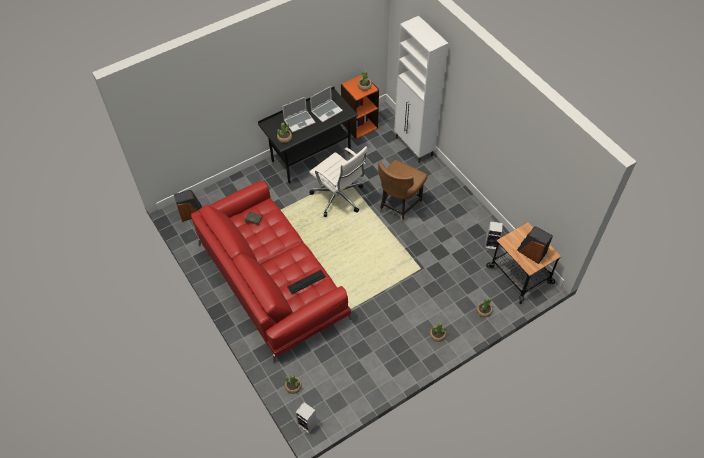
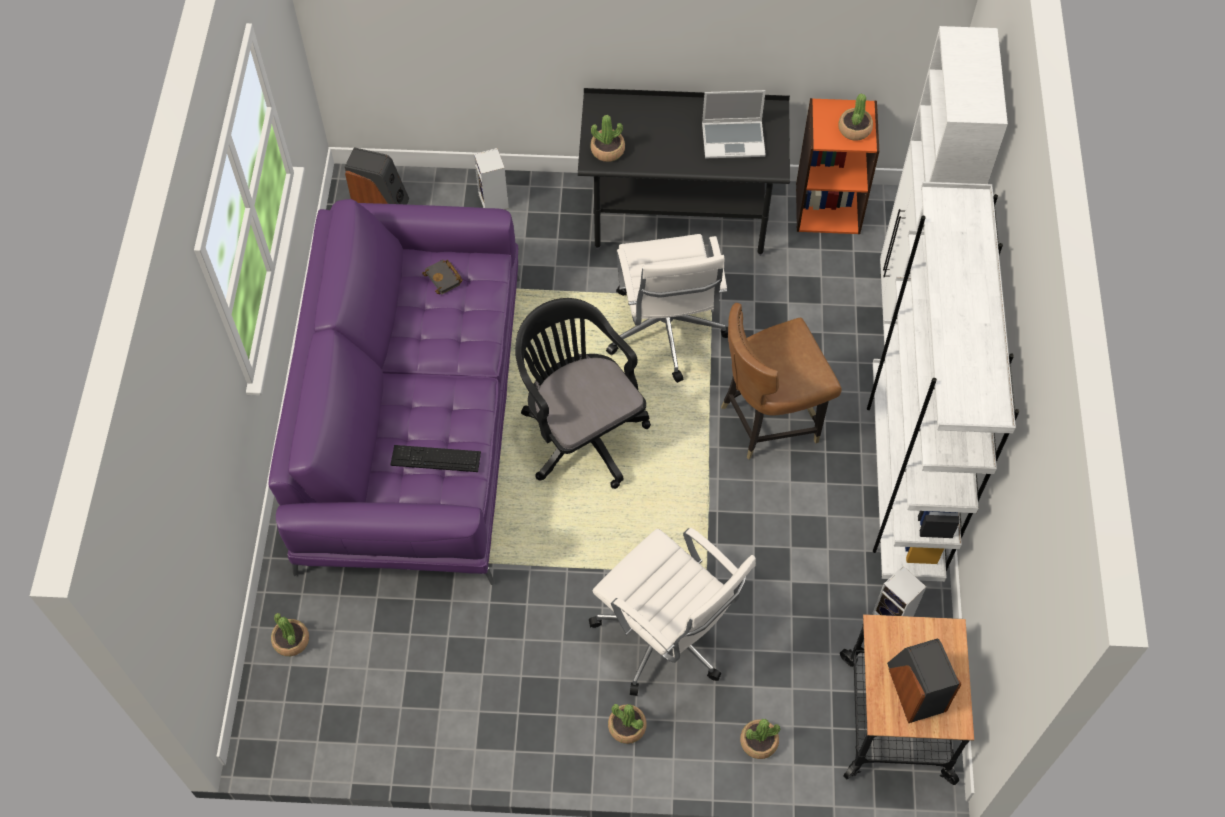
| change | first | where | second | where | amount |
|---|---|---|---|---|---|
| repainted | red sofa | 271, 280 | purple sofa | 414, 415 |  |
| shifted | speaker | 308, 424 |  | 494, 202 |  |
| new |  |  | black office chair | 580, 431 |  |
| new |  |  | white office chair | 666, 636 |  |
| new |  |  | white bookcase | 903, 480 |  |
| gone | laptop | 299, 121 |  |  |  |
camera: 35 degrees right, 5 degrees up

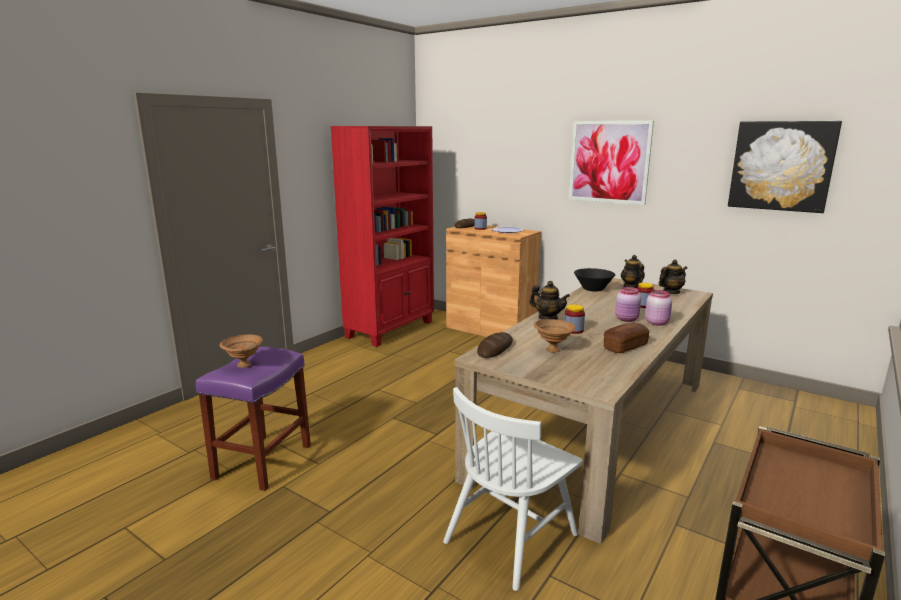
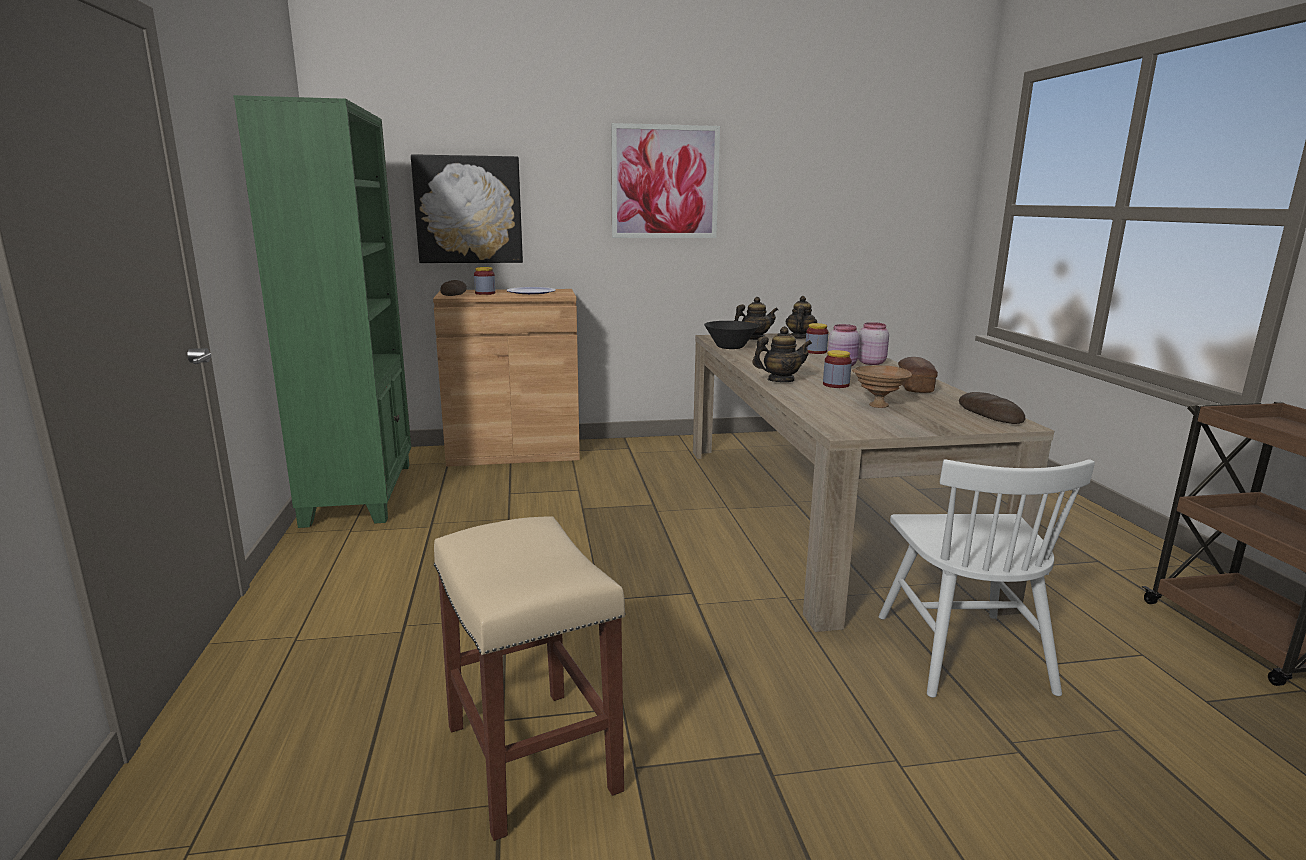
| change | first | where | second | where | amount |
|---|---|---|---|---|---|
| repainted | red bookcase | 391, 329 | green bookcase | 361, 493 |  |
| shifted | picture | 781, 166 |  | 468, 210 |  |
| repainted | purple stool | 263, 461 | beige stool | 529, 756 |  |
| rotated | teapot | 631, 286 |  | 754, 339 | 135 degrees clockwise |
| shifted | bread | 495, 349 |  | 989, 414 |  |
| gone | brown bowl | 244, 365 |  |  |  |
camera: 45 degrees left, 0 degrees up

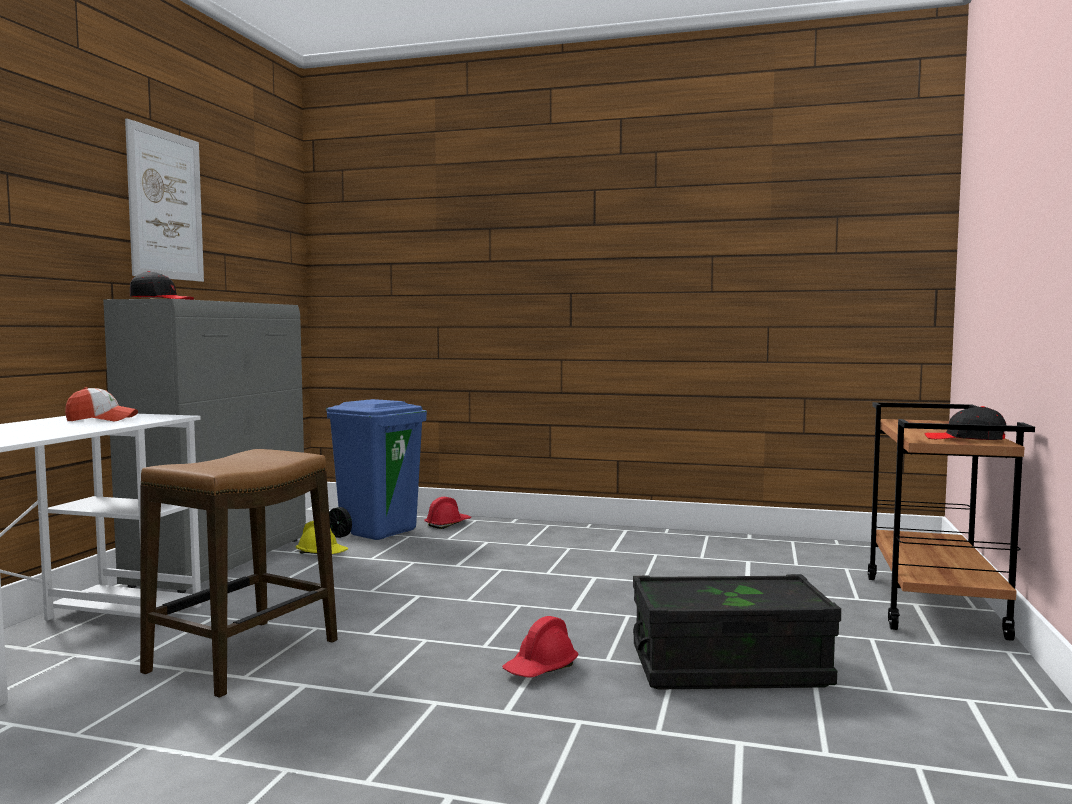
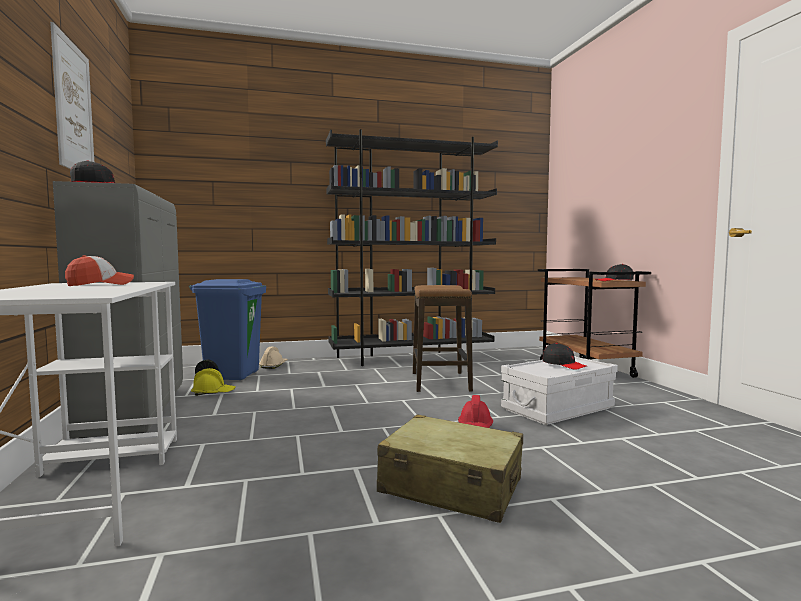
| change | first | where | second | where | amount |
|---|---|---|---|---|---|
| repainted | red hard hat | 447, 524 | beige hard hat | 273, 365 |  |
| new |  |  | black bookcase | 411, 358 |  |
| new |  |  | beige suitcase | 451, 486 |  |
| shifted | stool | 243, 657 |  | 440, 382 |  |
| repainted | black storage box | 729, 667 | white storage box | 558, 408 |  |
| new |  |  | black cap | 563, 364 |  |
camera: 30 degrees left, 0 degrees up

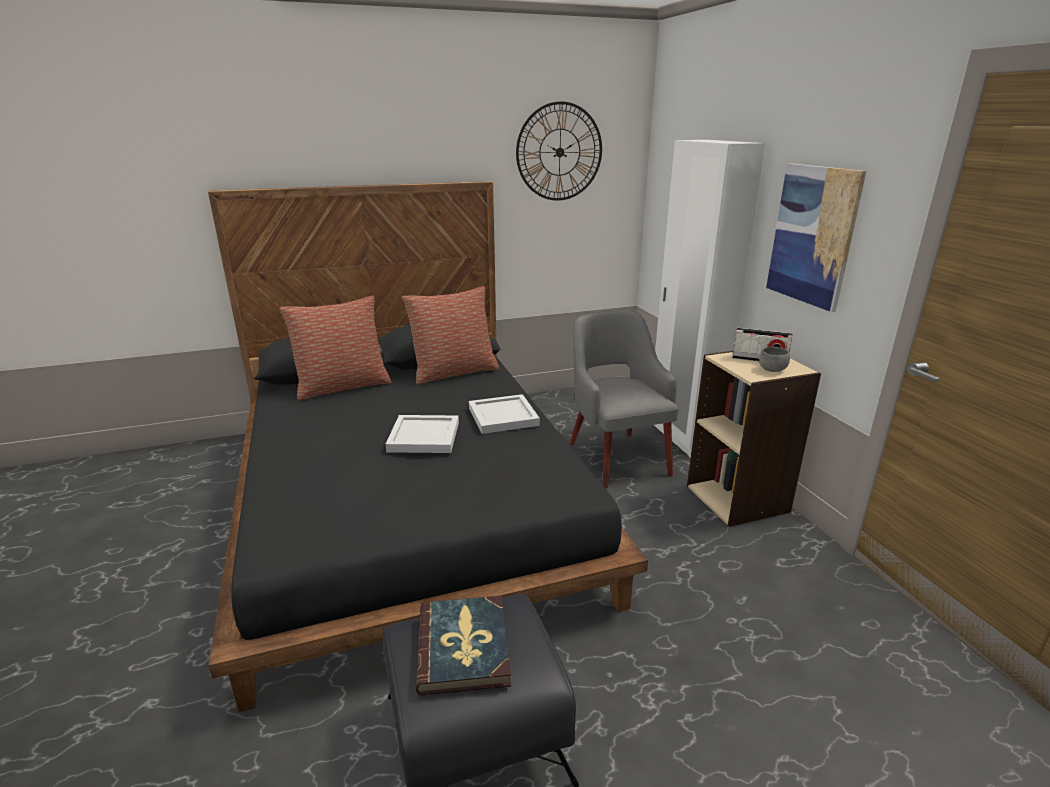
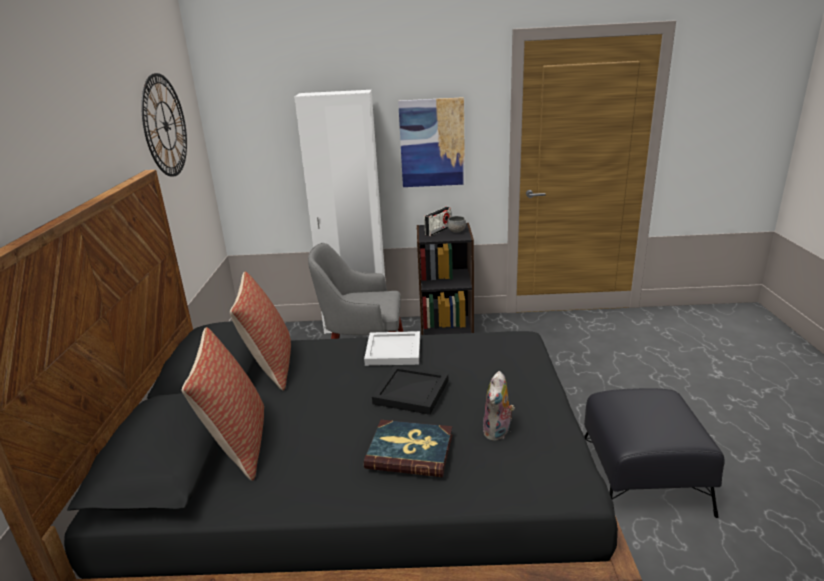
| change | first | where | second | where | amount |
|---|---|---|---|---|---|
| shifted | book | 464, 647 |  | 410, 451 |  |
| repainted | white tray | 423, 436 | black tray | 410, 392 |  |
| repainted | beige bookcase | 738, 498 | black bookcase | 446, 328 |  |
| new |  |  | plush toy | 498, 433 |  |
camera: 70 degrees left, 0 degrees up

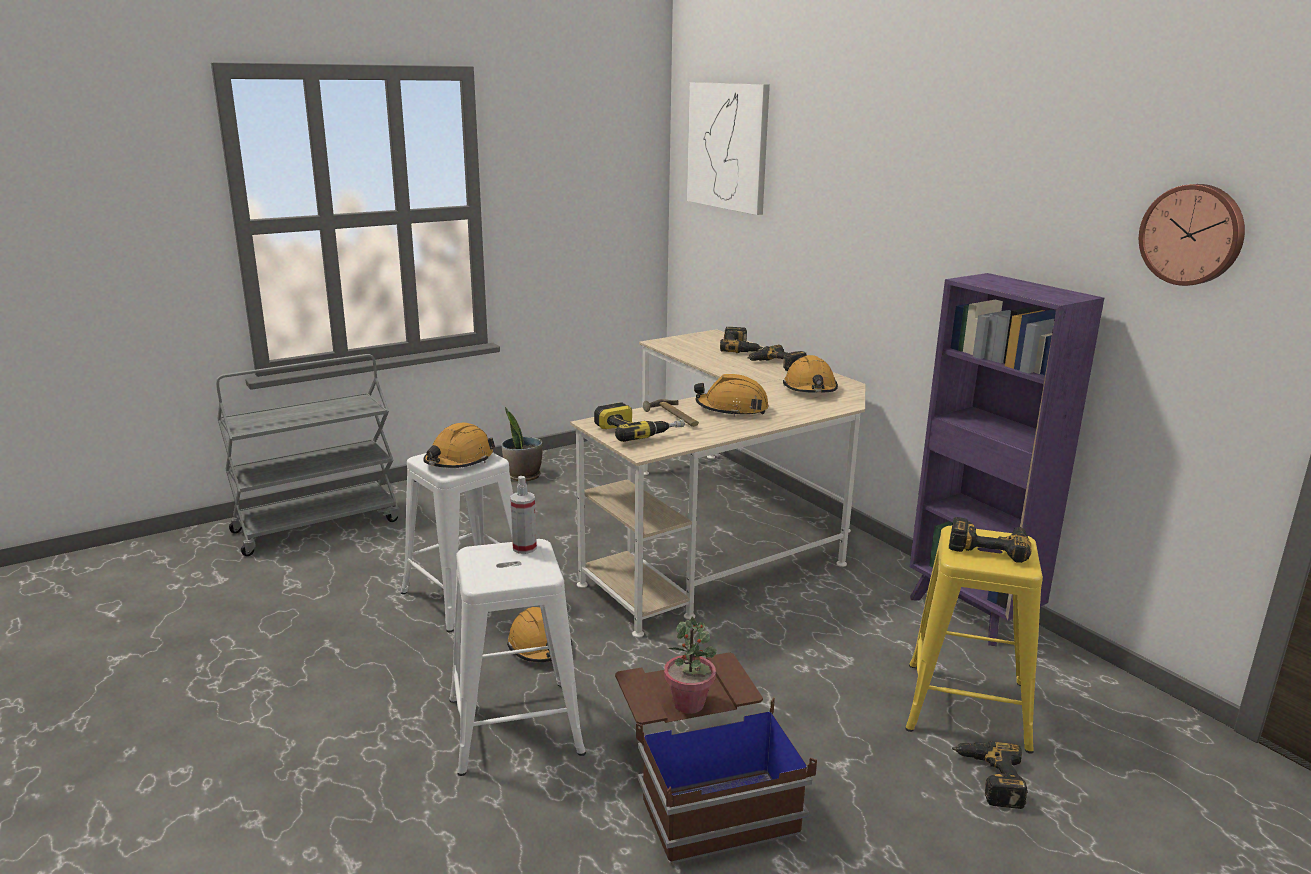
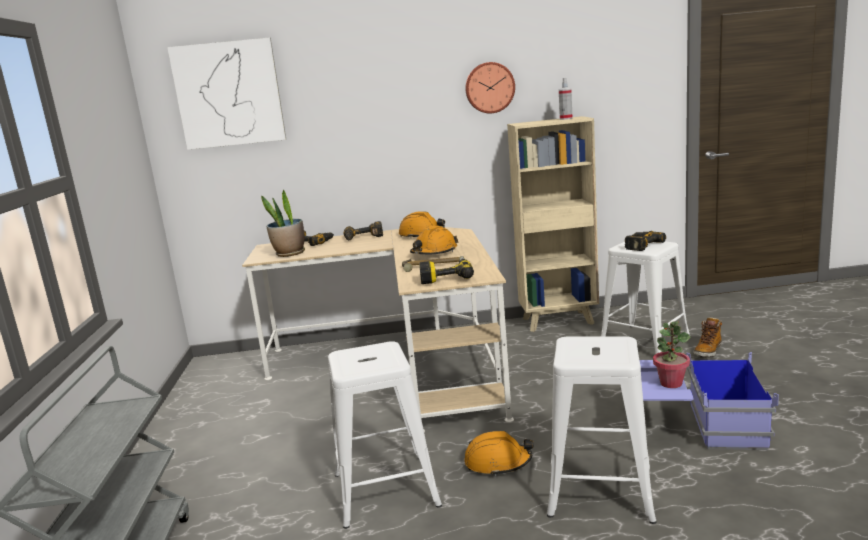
| change | first | where | second | where | amount |
|---|---|---|---|---|---|
| shifted | potted plant | 523, 476 |  | 289, 254 |  |
| shifted | wall clock | 1193, 234 |  | 489, 87 |  |
| repainted | purple bookcase | 972, 614 | beige bookcase | 559, 321 |  |
| shifted | spray bottle | 524, 548 |  | 566, 119 |  |
| repainted | yellow stool | 966, 705 | white stool | 644, 341 |  |
| repainted | brown storage box | 703, 783 | blue storage box | 692, 426 |  |
| swapped | power drill | 988, 779 | boot | 708, 351 |  |
| gone | orange hard hat | 459, 460 |  |  |  |
camera: 60 degrees left, 5 degrees down

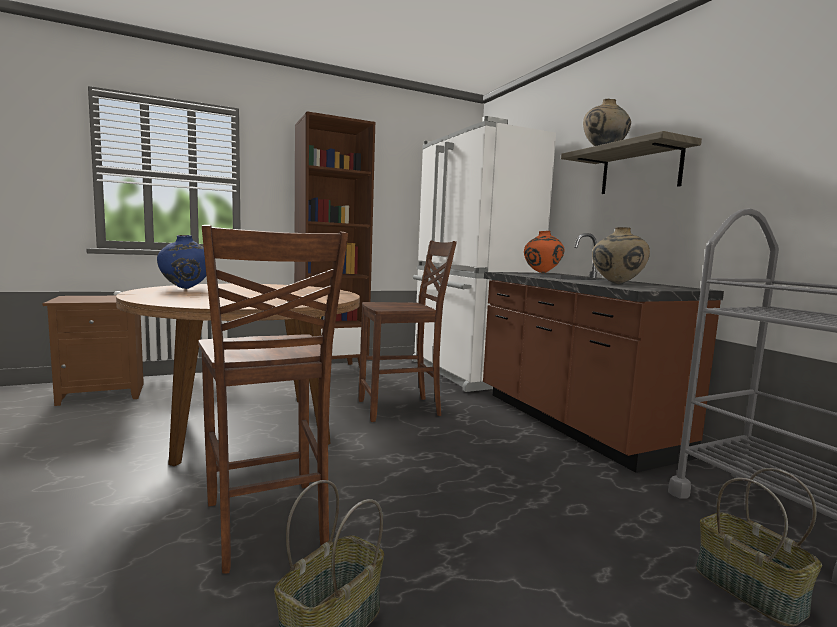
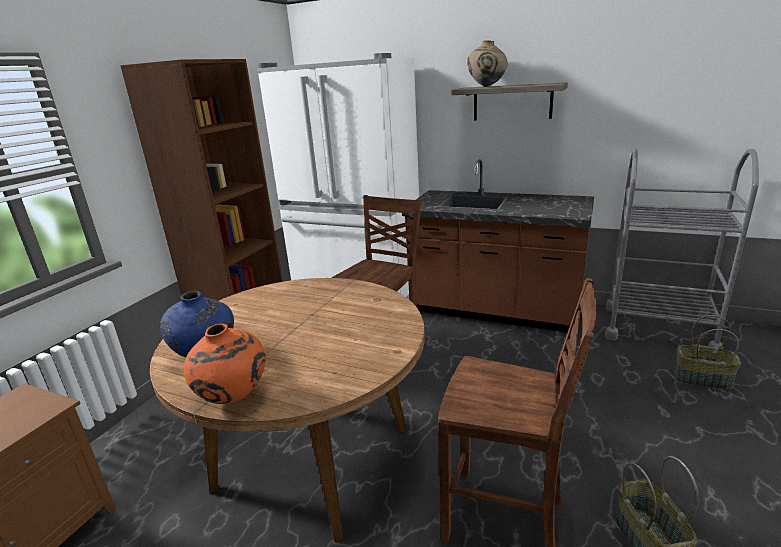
| change | first | where | second | where | amount |
|---|---|---|---|---|---|
| shifted | orange vase | 542, 273 |  | 234, 399 |  |
| gone | beige vase | 616, 284 |  |  |  |
camera: 40 degrees left, 15 degrees up

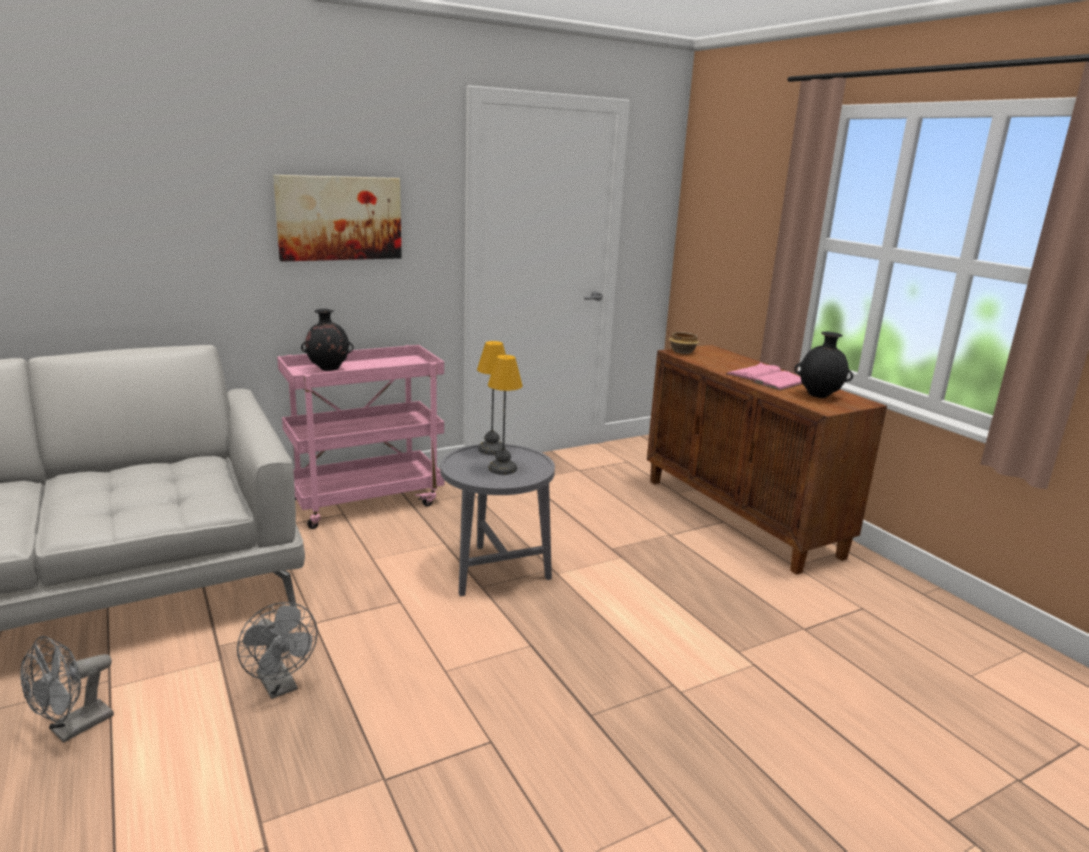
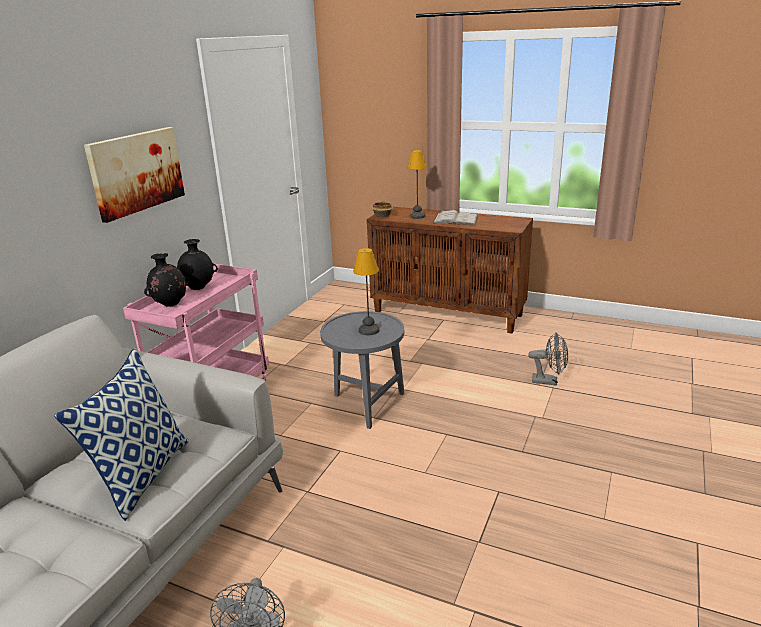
| change | first | where | second | where | amount |
|---|---|---|---|---|---|
| new |  |  | pillow | 142, 475 |  |
| shifted | black vase | 819, 396 |  | 198, 287 |  |
| shifted | table lamp | 491, 449 |  | 417, 216 |  |
| repainted | pink book | 766, 378 | white book | 455, 219 |  |
| shifted | grey fan | 280, 686 |  | 549, 381 |  |
camera: 35 degrees left, 5 degrees up

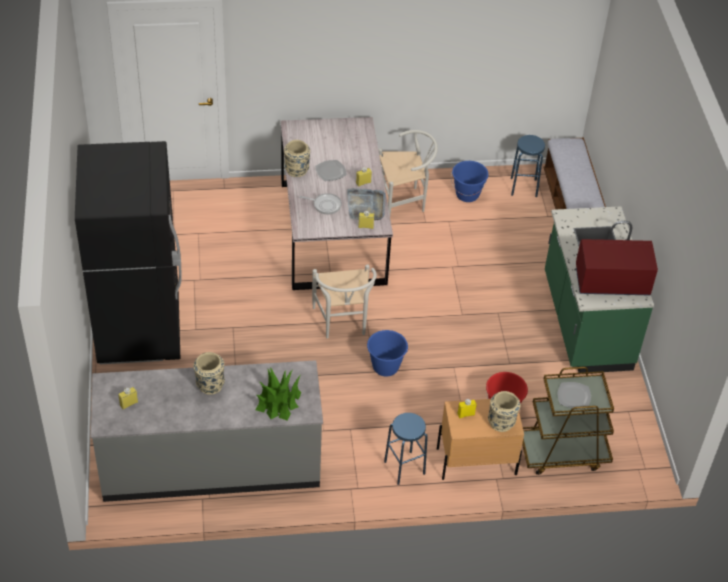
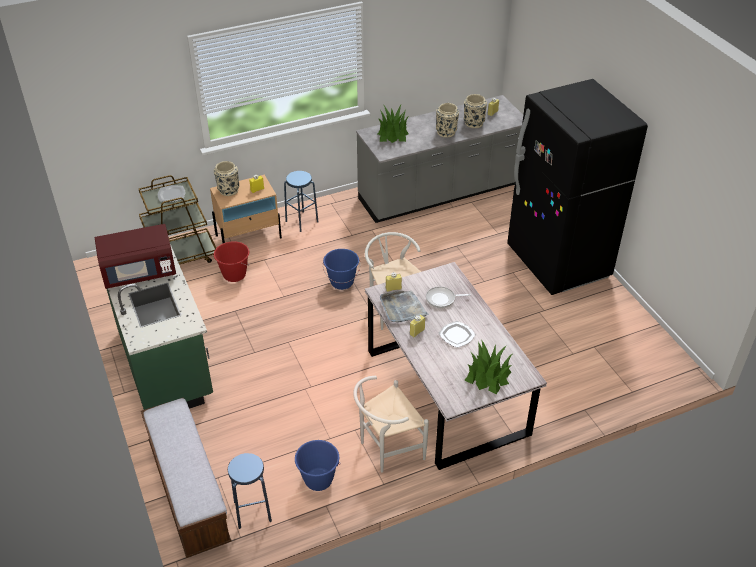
| change | first | where | second | where | amount |
|---|---|---|---|---|---|
| shifted | beige vase | 297, 170 |  | 473, 123 |  |
| new |  |  | potted plant | 488, 376 |  |
camera: 165 degrees right, 5 degrees down

